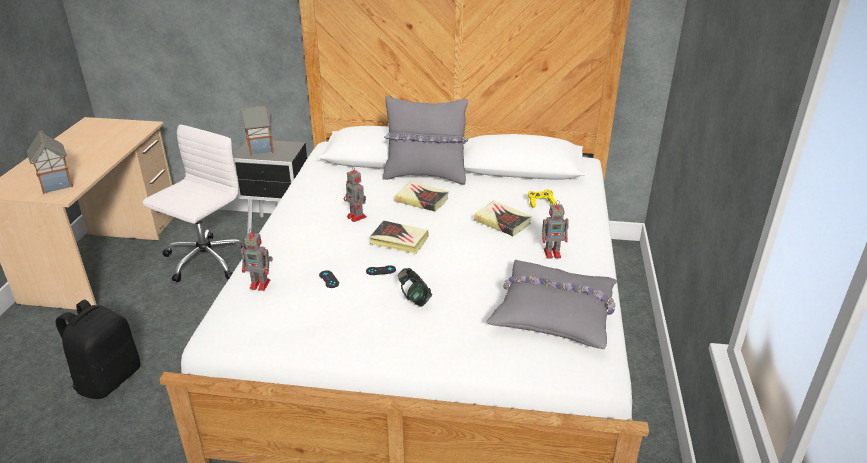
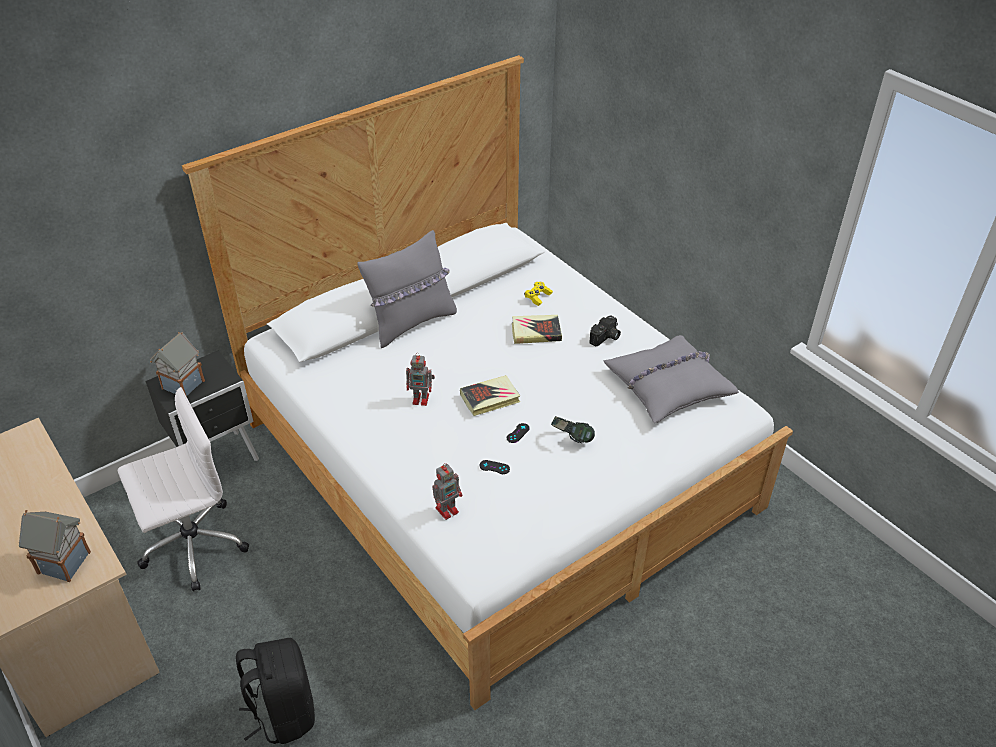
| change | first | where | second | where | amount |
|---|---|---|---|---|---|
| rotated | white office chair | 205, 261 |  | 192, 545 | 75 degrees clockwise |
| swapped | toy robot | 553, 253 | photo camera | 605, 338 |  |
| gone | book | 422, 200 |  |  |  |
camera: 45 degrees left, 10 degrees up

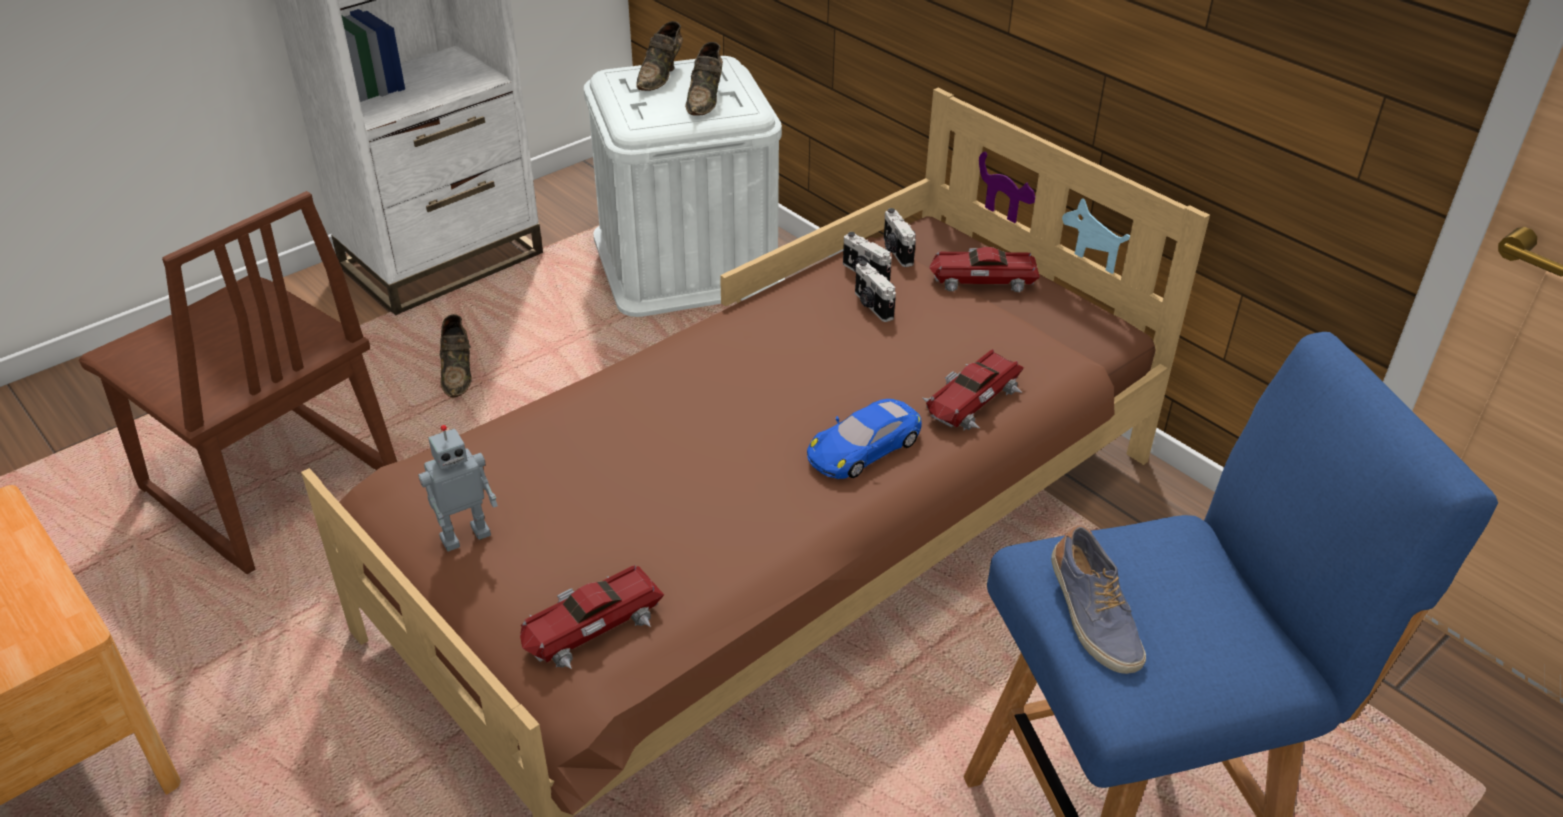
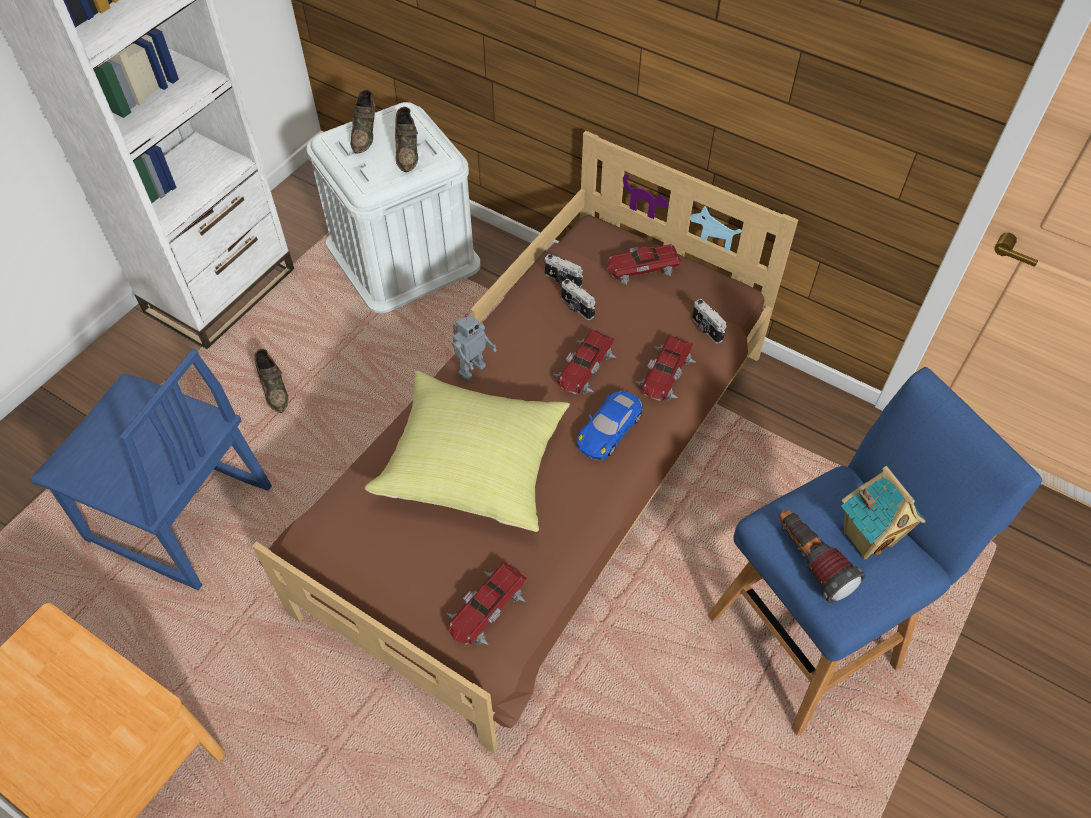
| change | first | where | second | where | amount |
|---|---|---|---|---|---|
| repainted | brown chair | 269, 486 | blue chair | 179, 515 |  |
| new |  |  | yellow pillow | 475, 465 |  |
| shifted | toy robot | 465, 535 |  | 471, 369 |  |
| new |  |  | toy car | 585, 368 |  |
| shifted | photo camera | 896, 252 |  | 706, 329 |  |
| swapped | shoe | 1091, 617 | flashlight | 810, 562 |  |
| new |  |  | toy house | 867, 537 |  |
camera: 15 degrees left, 15 degrees up

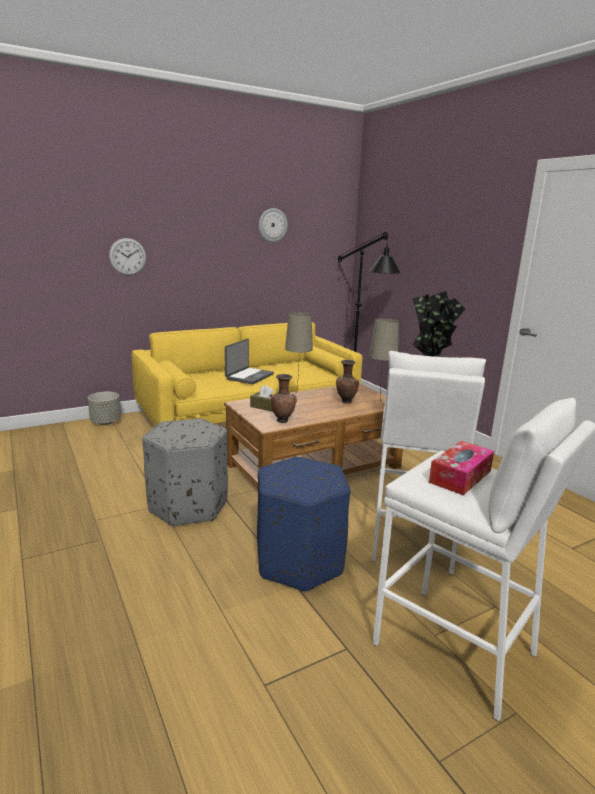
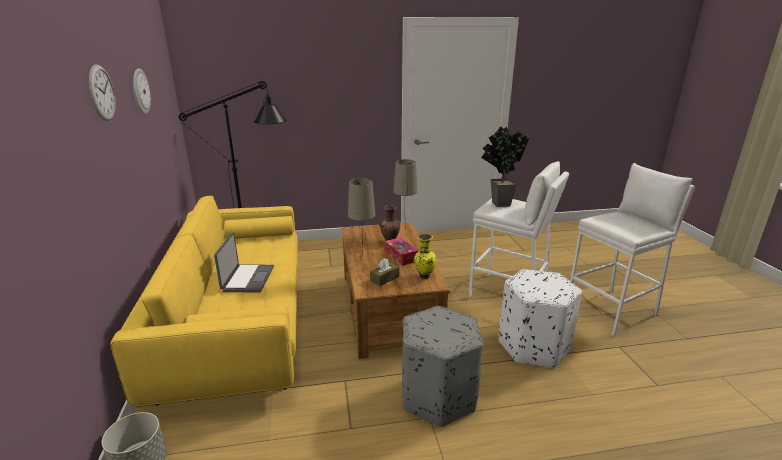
| change | first | where | second | where | amount |
|---|---|---|---|---|---|
| shifted | wall clock | 127, 256 |  | 102, 93 |  |
| rotated | laptop | 249, 376 |  | 247, 279 | 45 degrees clockwise |
| shifted | tissue box | 460, 476 |  | 401, 256 |  |
| repainted | brown vase | 283, 420 | yellow vase | 424, 276 |  |
| repainted | blue ottoman | 299, 562 | white ottoman | 533, 346 |  |
camera: 70 degrees left, 5 degrees up

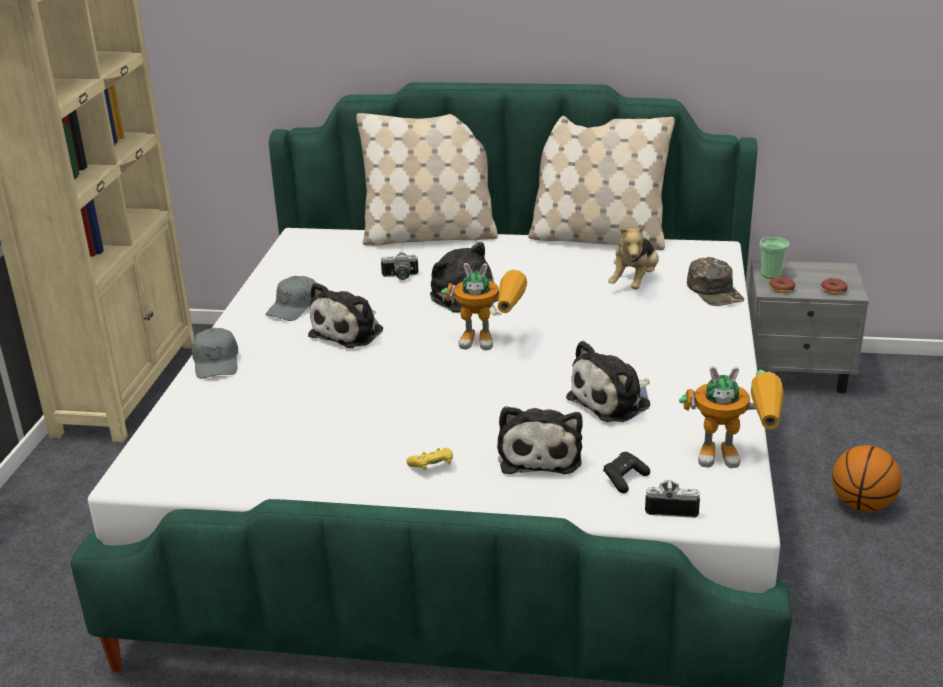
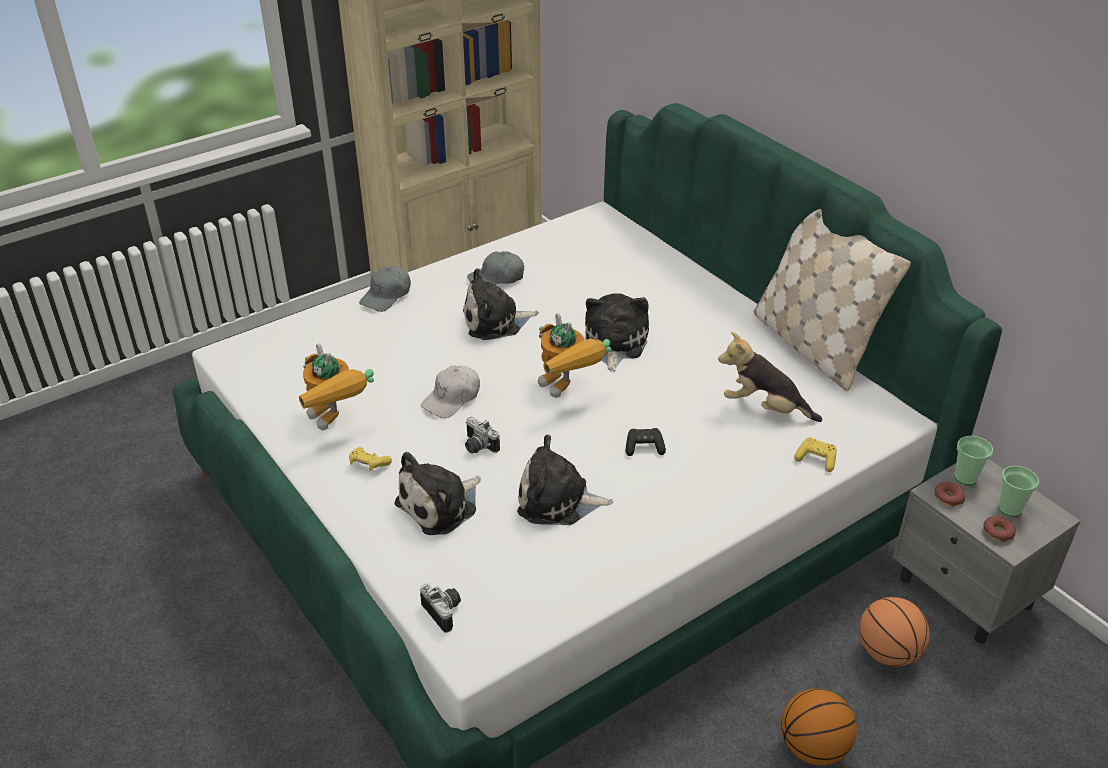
| change | first | where | second | where | amount |
|---|---|---|---|---|---|
| shifted | toy robot | 735, 455 |  | 337, 423 |  |
| new |  |  | white cap | 452, 398 |  |
| shifted | photo camera | 400, 277 |  | 477, 446 |  |
| shifted | black game controller | 624, 479 |  | 644, 448 |  |
| rotated | plush toy | 634, 282 |  | 764, 408 | 45 degrees clockwise |
| swapped | green cap | 715, 291 | yellow game controller | 816, 460 |  |
| new |  |  | basketball | 887, 653 |  |
| new |  |  | cup | 1009, 508 |  |
| gone | beige pillow | 429, 236 |  |  |  |
camera: 45 degrees right, 10 degrees up

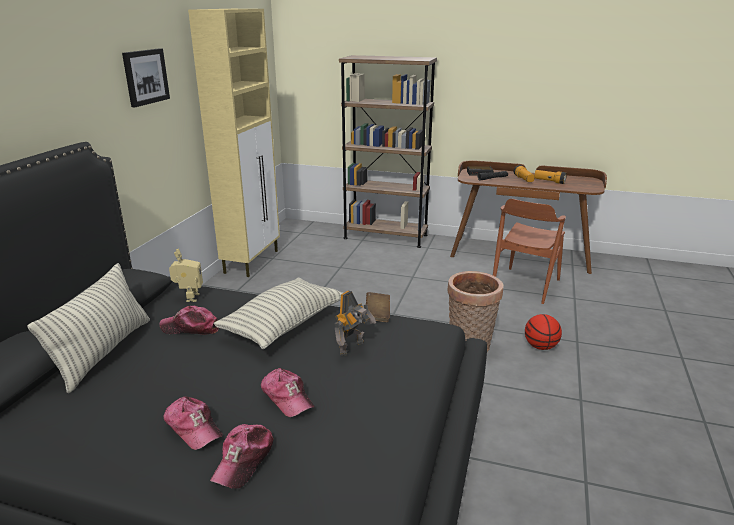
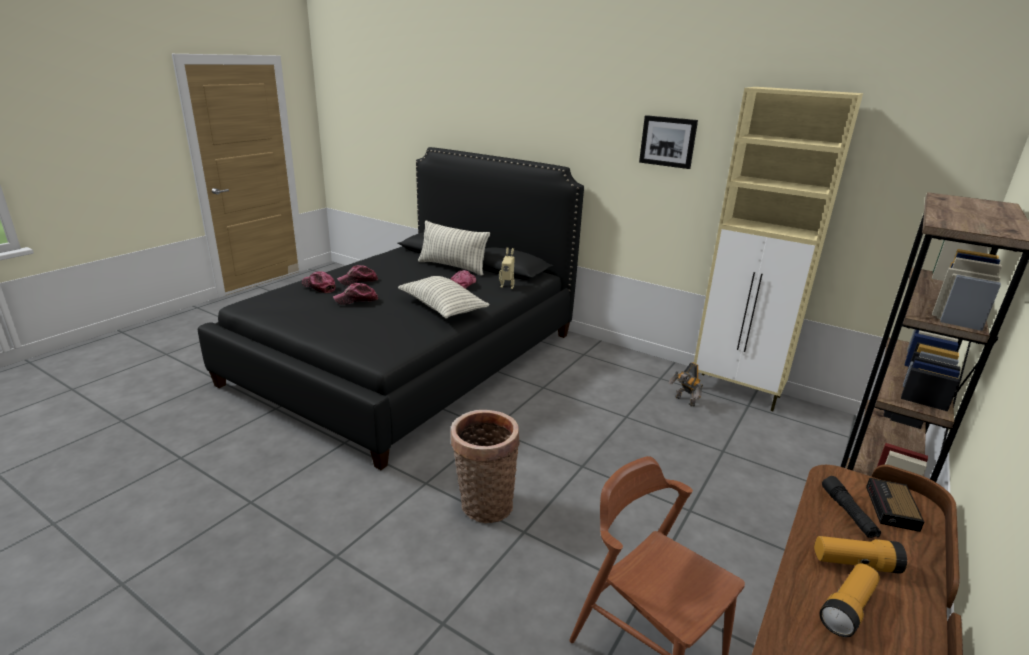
| change | first | where | second | where | amount |
|---|---|---|---|---|---|
| shifted | toy robot | 353, 348 |  | 684, 401 |  |
| gone | brown book | 377, 315 |  |  |  |
| gone | basketball | 540, 346 |  |  |  |
camera: 105 degrees right, 0 degrees up

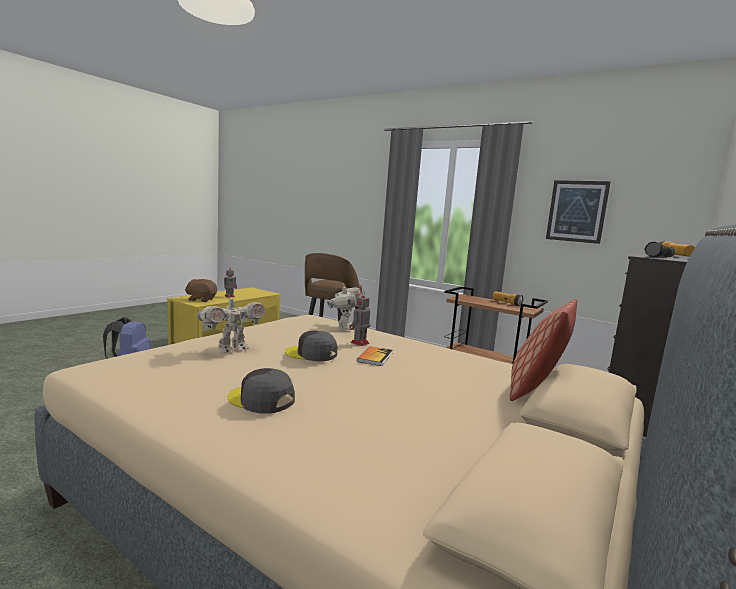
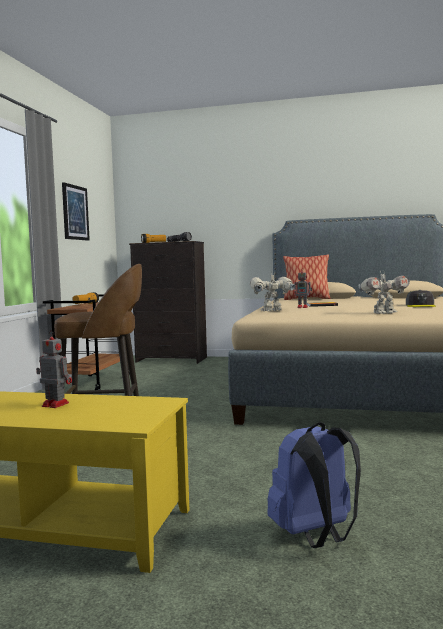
| change | first | where | second | where | amount |
|---|---|---|---|---|---|
| rotated | toy robot | 231, 349 |  | 383, 313 | 135 degrees clockwise |
| gone | brown plush toy | 201, 299 |  |  |  |
| gone | grey cap | 311, 354 |  |  |  |
camera: 110 degrees left, 5 degrees down

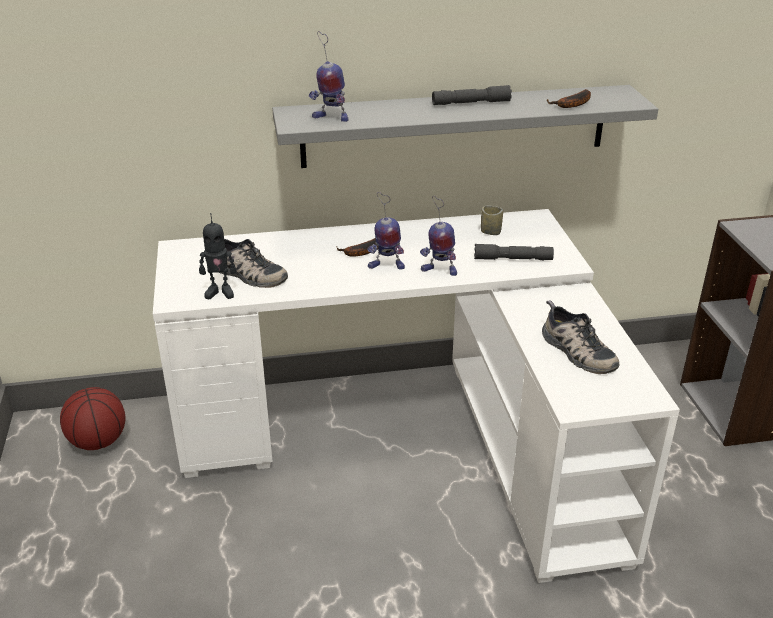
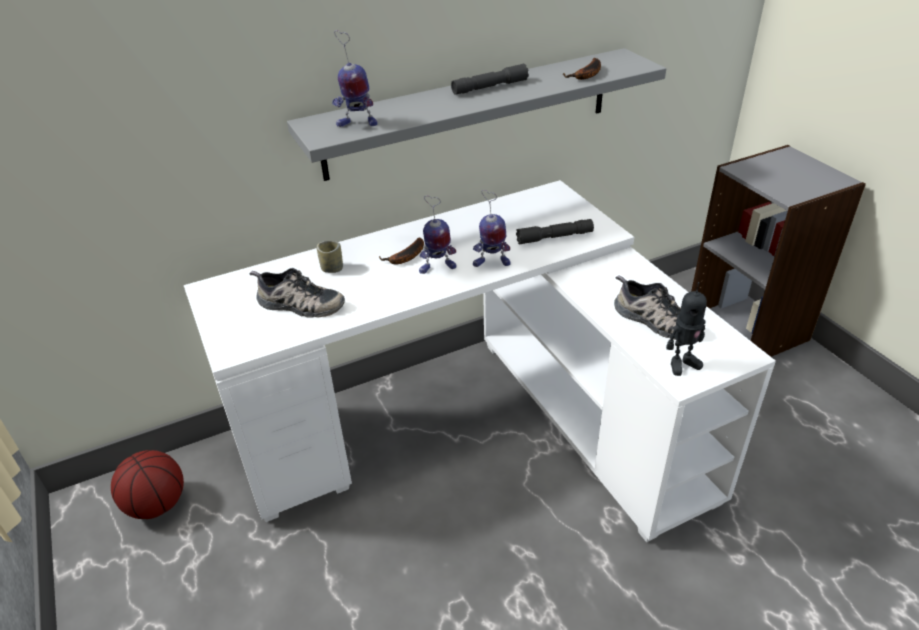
| change | first | where | second | where | amount |
|---|---|---|---|---|---|
| shifted | cup | 490, 232 |  | 332, 268 |  |
| shifted | toy robot | 220, 292 |  | 682, 364 |  |
camera: 15 degrees left, 5 degrees up

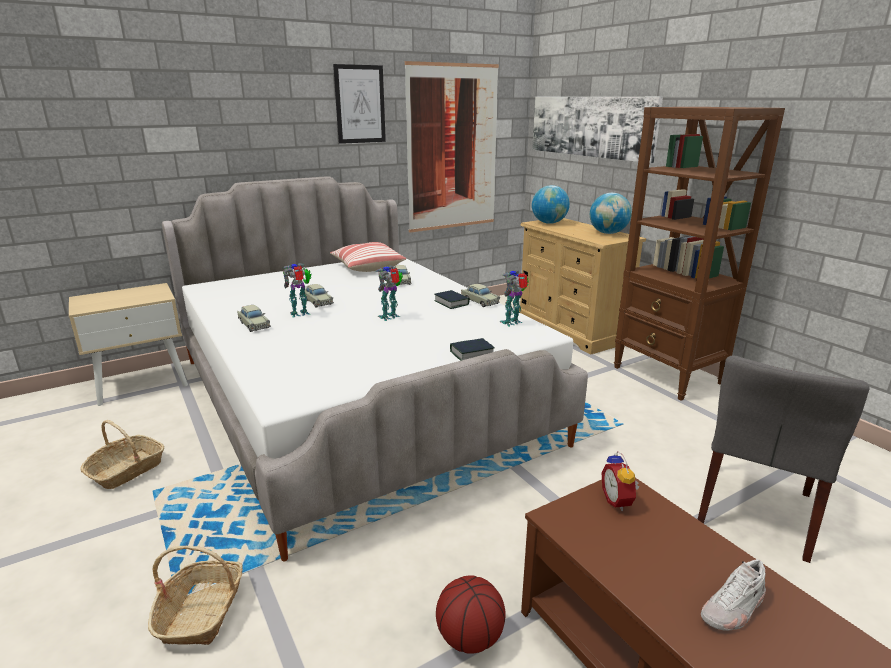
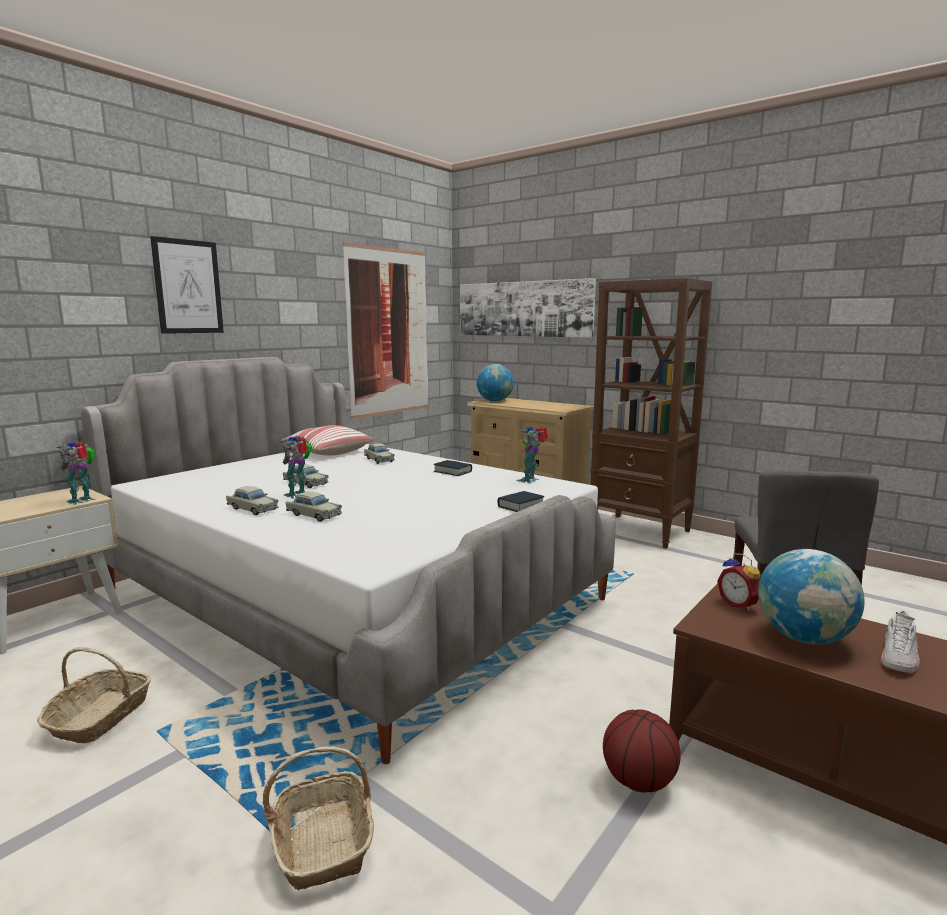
| change | first | where | second | where | amount |
|---|---|---|---|---|---|
| shifted | toy robot | 390, 317 |  | 83, 501 |  |
| shifted | picture | 360, 104 |  | 188, 287 |  |
| shifted | beige toy car | 480, 301 |  | 314, 515 |  |
| shifted | globe | 608, 233 |  | 804, 638 |  |
camera: 20 degrees left, 10 degrees down

